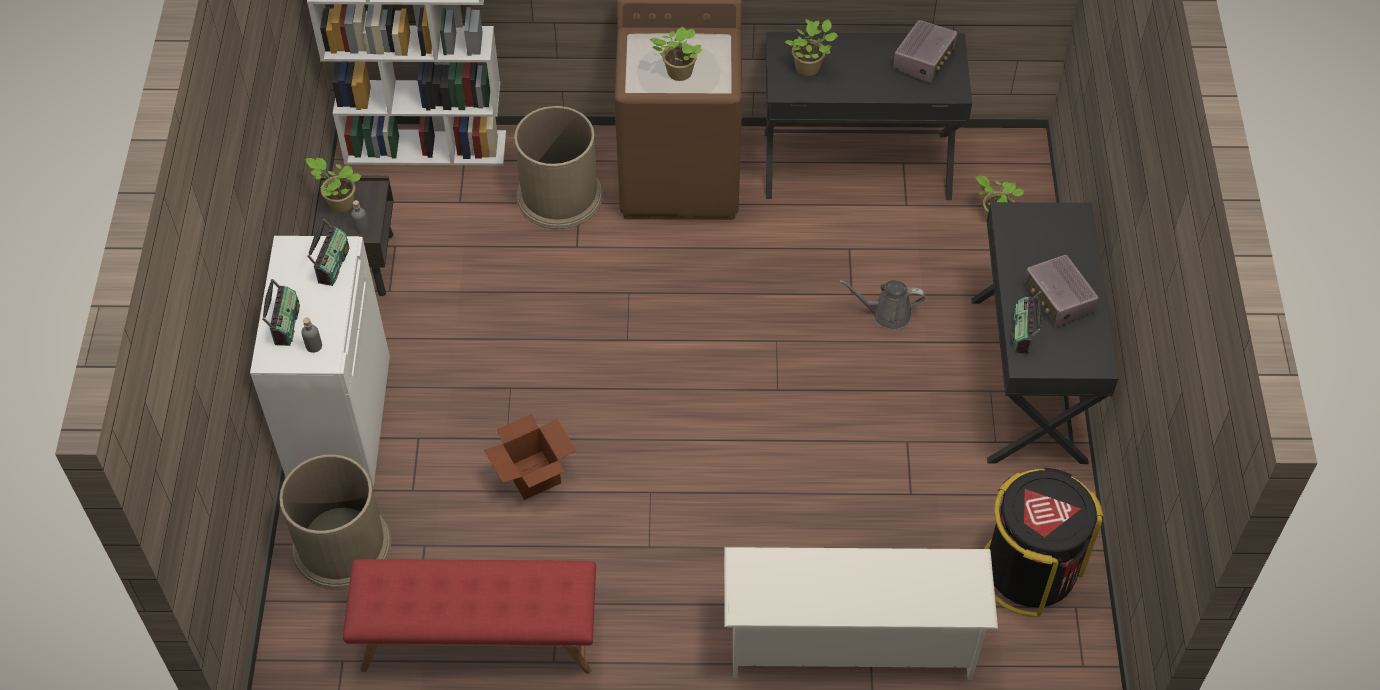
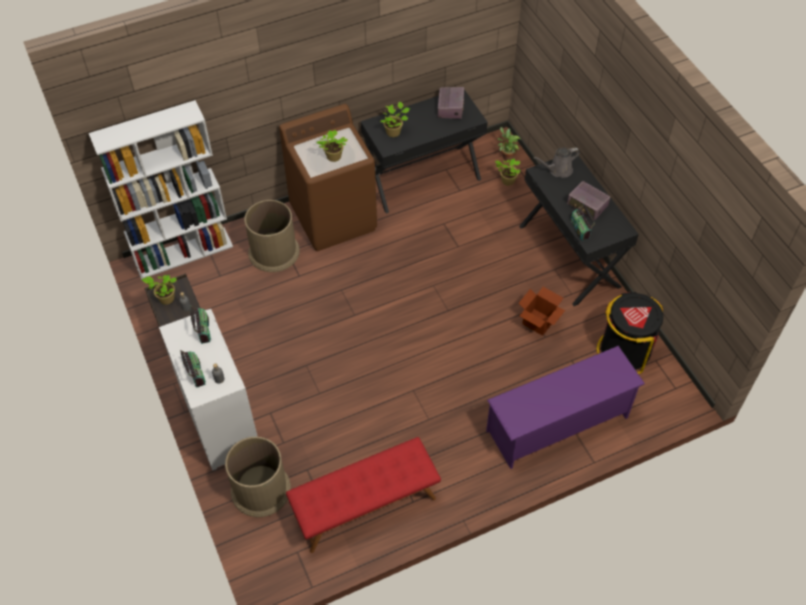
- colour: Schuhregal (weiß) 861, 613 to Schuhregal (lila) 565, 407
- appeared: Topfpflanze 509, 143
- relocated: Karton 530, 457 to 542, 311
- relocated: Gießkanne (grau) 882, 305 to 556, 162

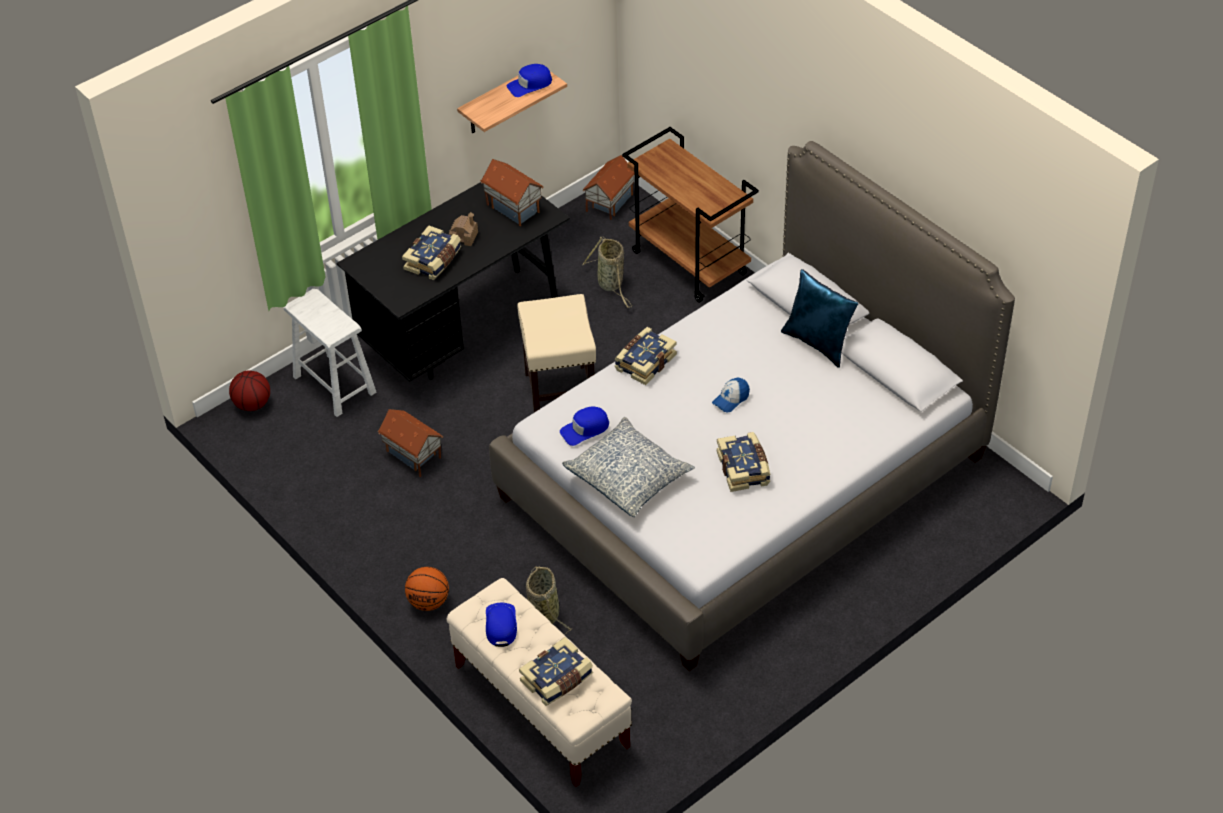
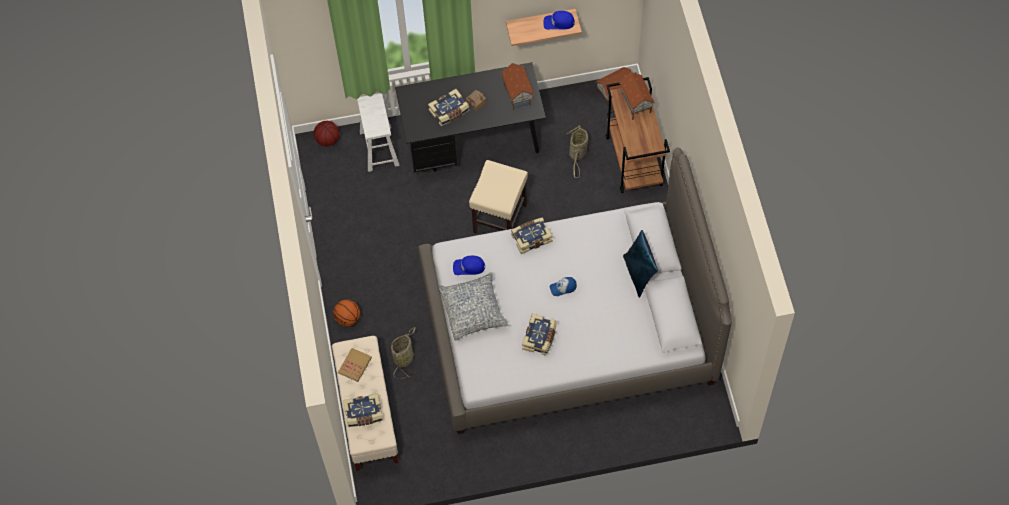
- exchanged: Kappe (blau) 501, 624 to Buch 355, 365
- relocated: Spielzeughaus 410, 443 to 637, 96

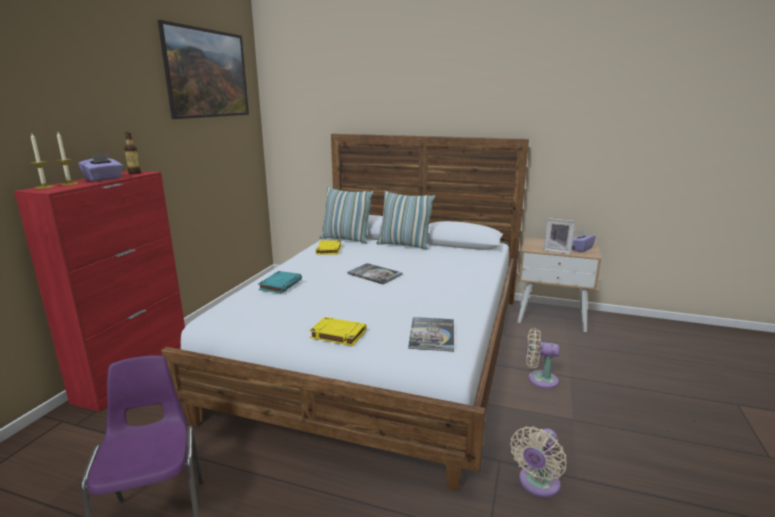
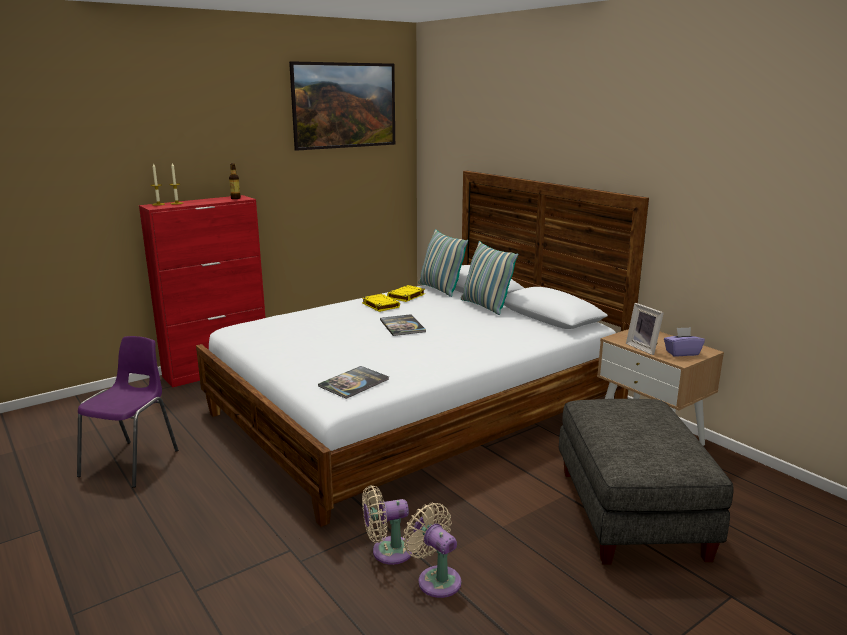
- relocated: Buch (gelb) 338, 331 to 381, 303
- relocated: Ventilator (beige) 543, 358 to 432, 550
- appeared: Polsterhocker (grau) 646, 482
- missing: Taschentuchbox (lila) 100, 167
- missing: Buch (türkis) 280, 282

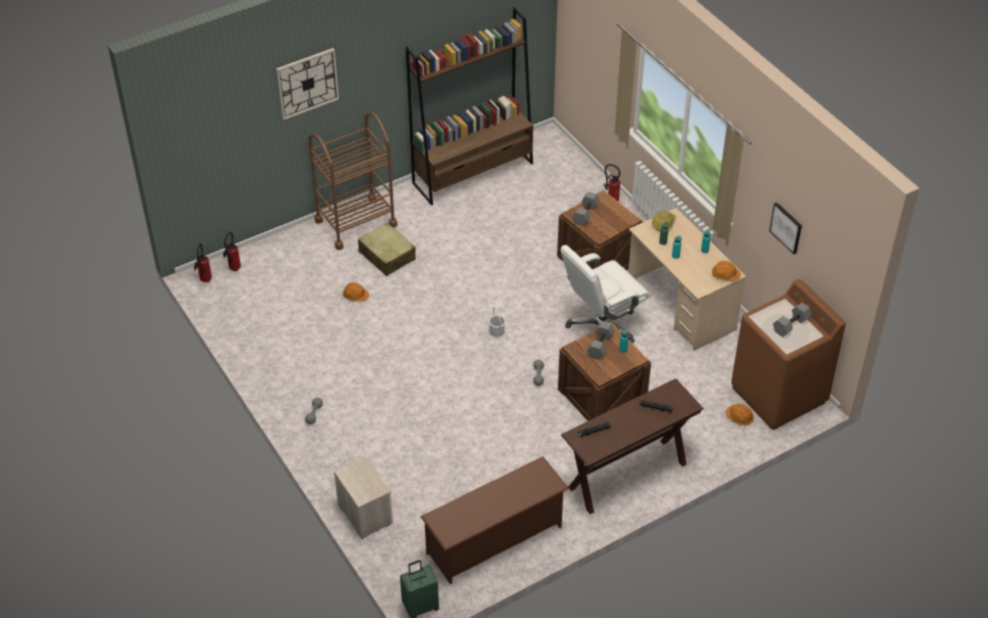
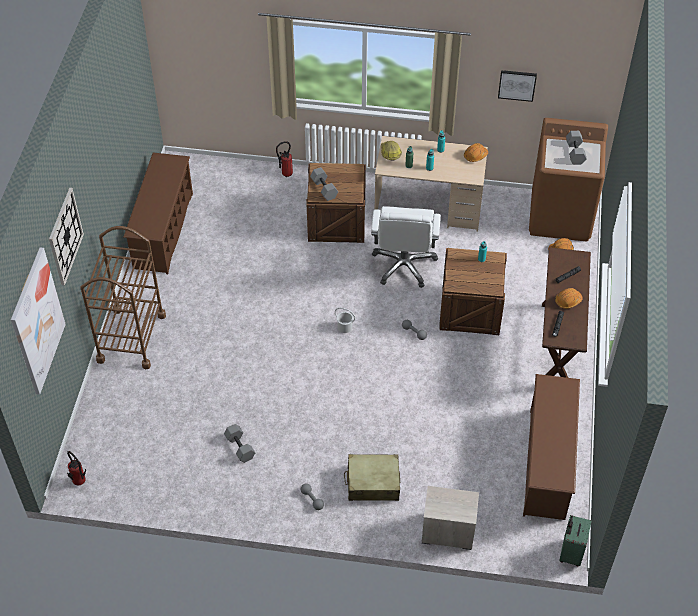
- appeared: Bild 38, 321
- exchanged: Bücherregal (braun) 469, 106 to Schuhregal (braun) 158, 213
- relocated: Hantel (grau) 601, 340 to 239, 443
- relocated: Koffer (beige) 387, 249 to 372, 477
- relocated: Schutzhelm (orange) 356, 292 to 569, 298
- missing: Feuerlöscher 232, 251

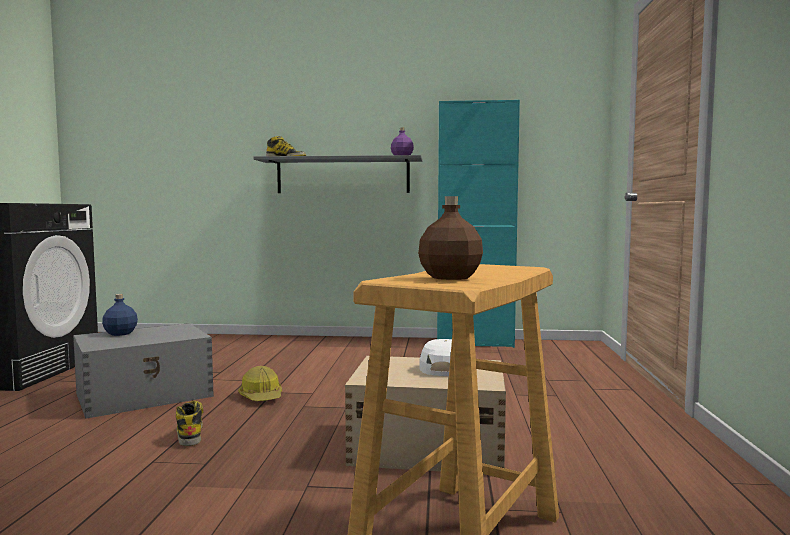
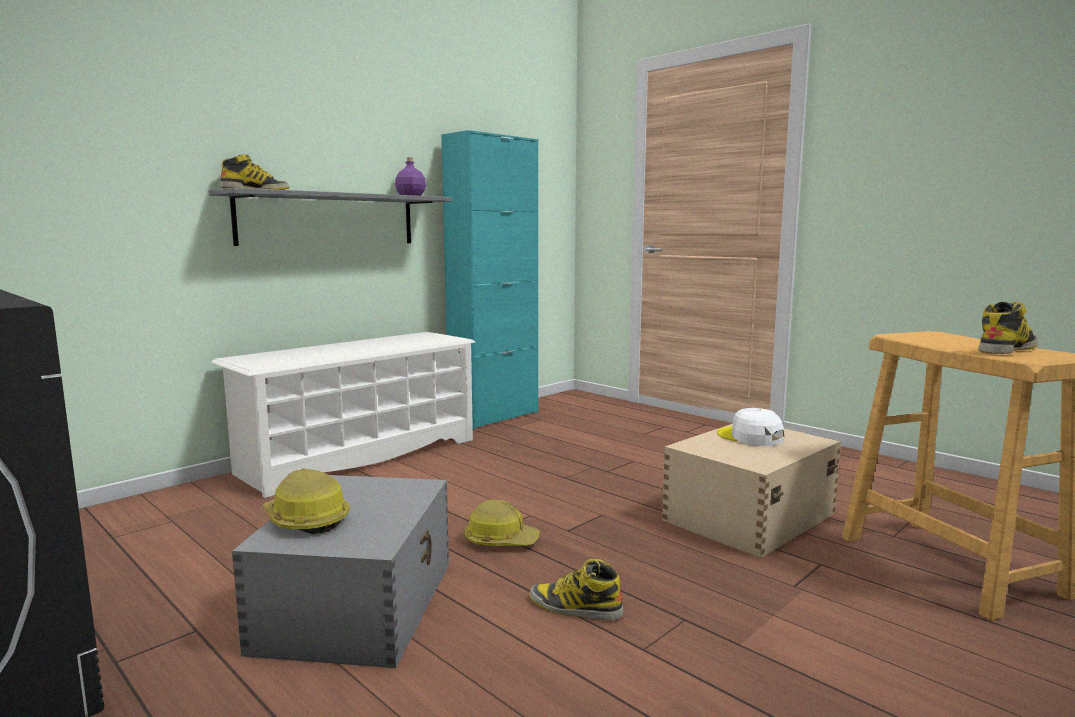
- appeared: Schuhregal (weiß) 343, 415
- exchanged: Flasche (blau) 120, 315 to Schutzhelm 306, 501
- exchanged: Flasche (braun) 450, 238 to Stiefel 1008, 328

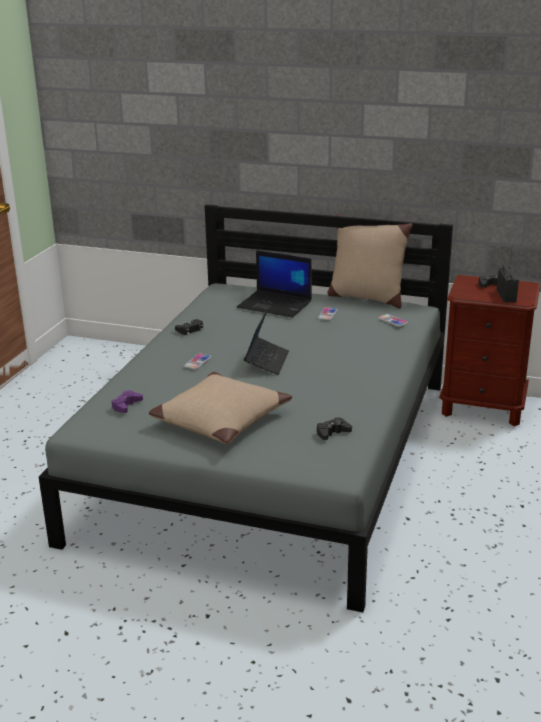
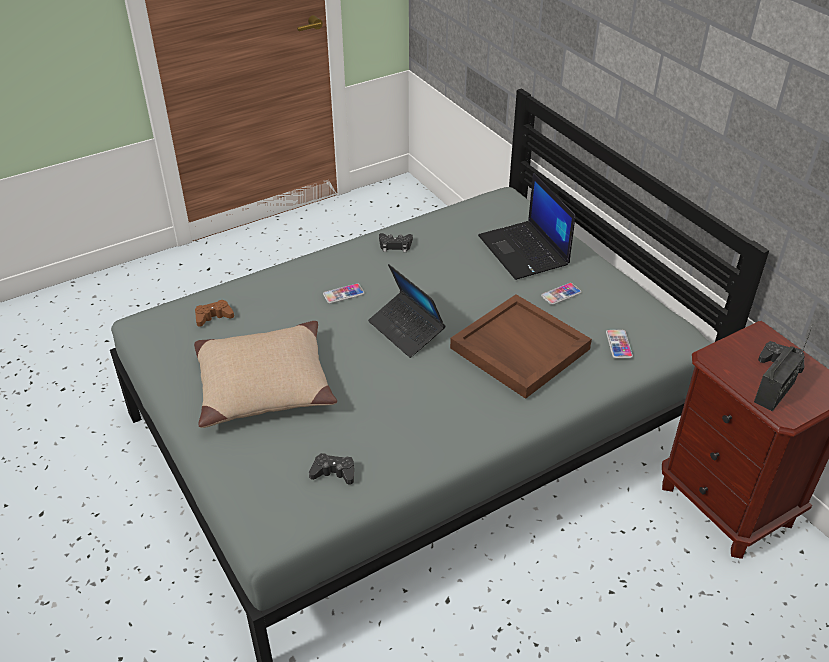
- colour: Gamepad (lila) 127, 401 to Gamepad (braun) 214, 313
- spun: Laptop 266, 341 = 406, 311 90 degrees clockwise
- appeared: Tablett (braun) 521, 346
- missing: Kissen (beige) 370, 261

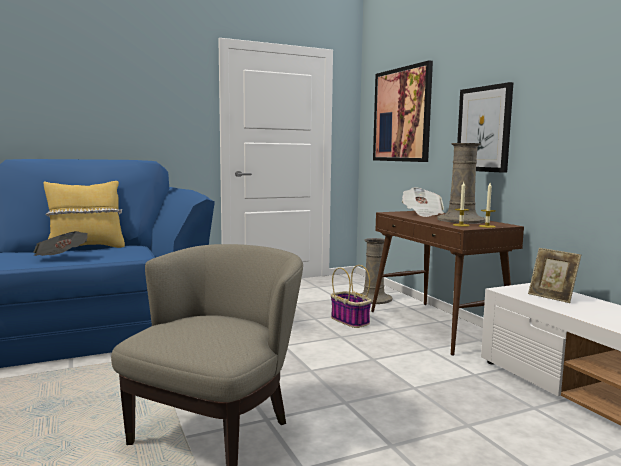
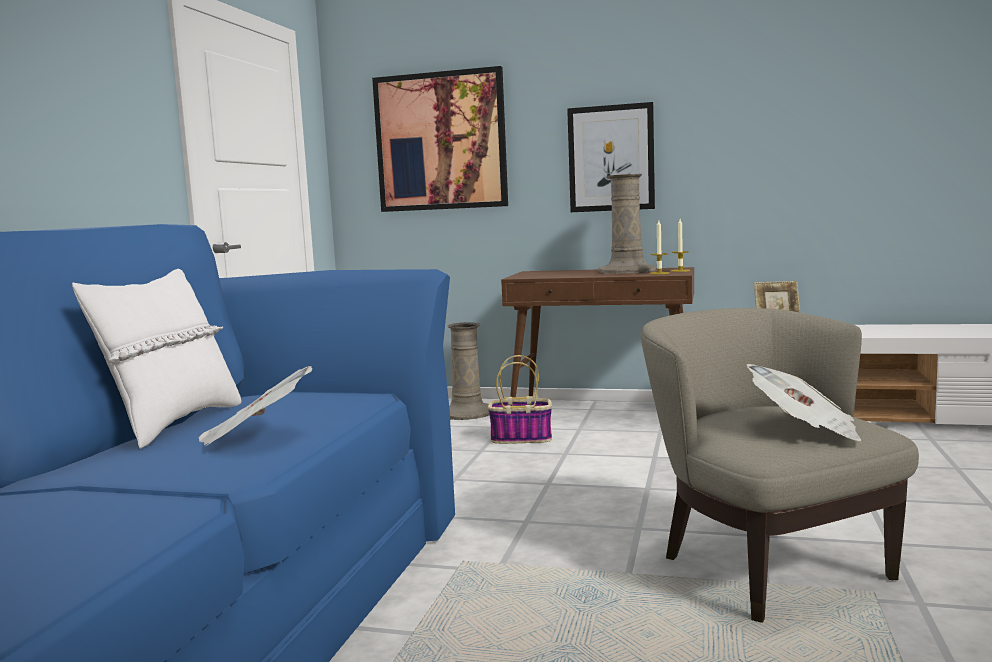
- colour: Kissen (gelb) 84, 214 to Kissen (weiß) 156, 359
- relocated: Zeitung 423, 202 to 803, 402

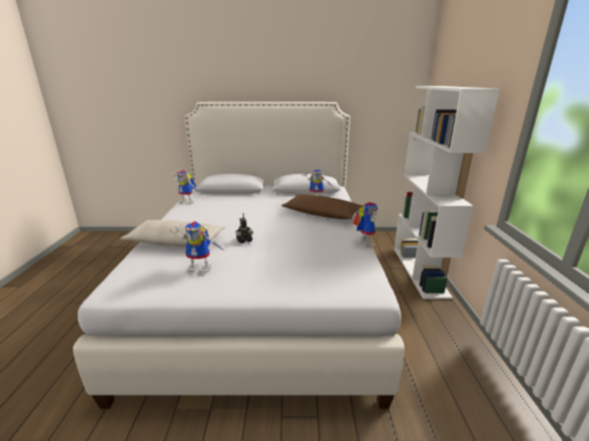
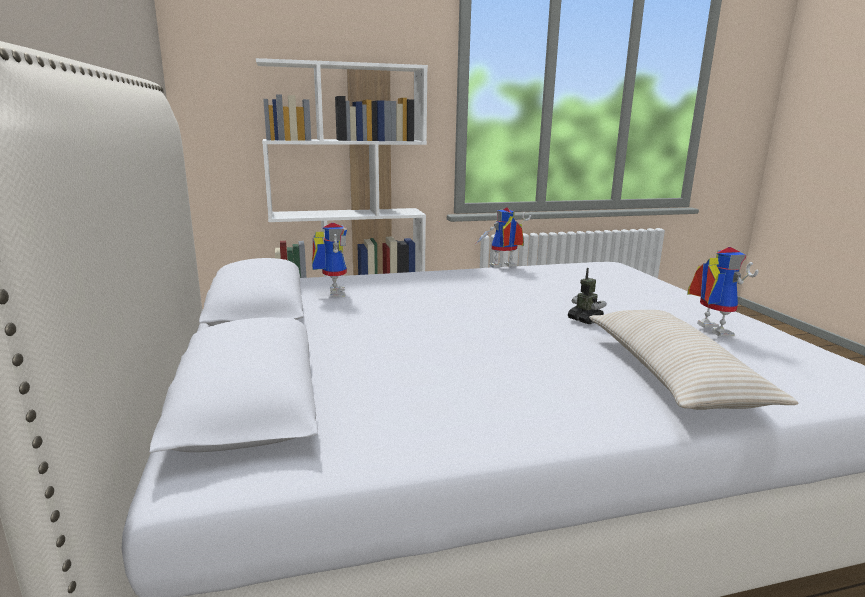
- missing: Spielzeugroboter 184, 187
- missing: Kissen (braun) 322, 206

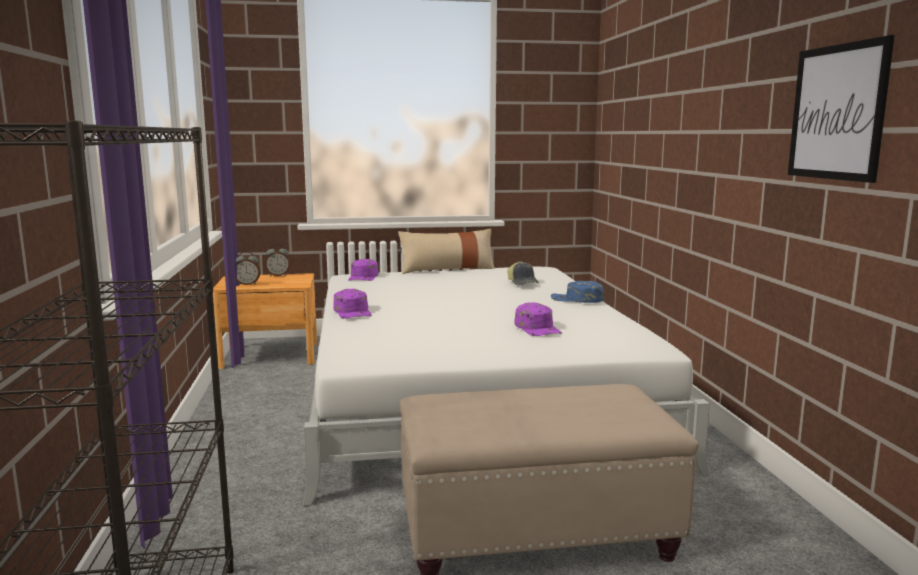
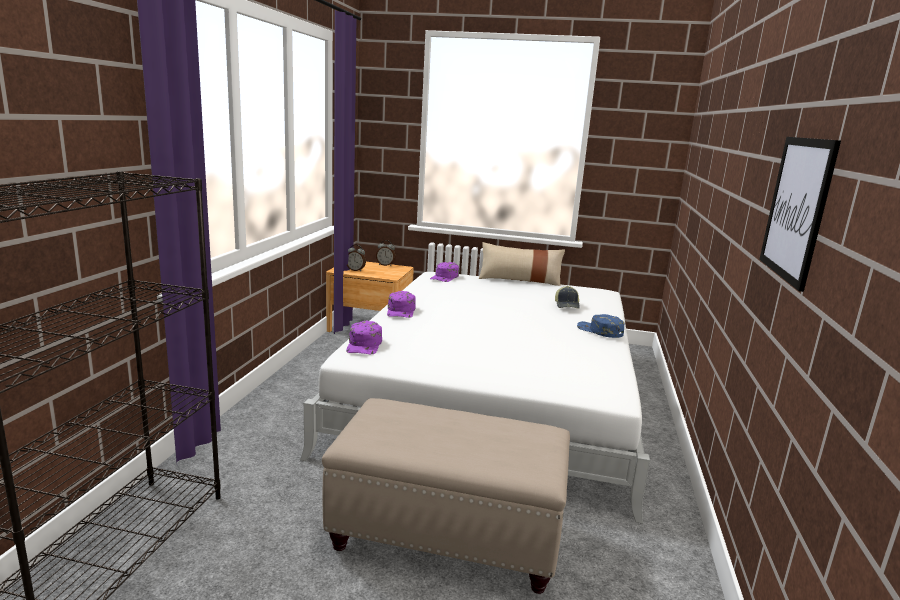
- relocated: Kappe (lila) 538, 319 to 364, 337

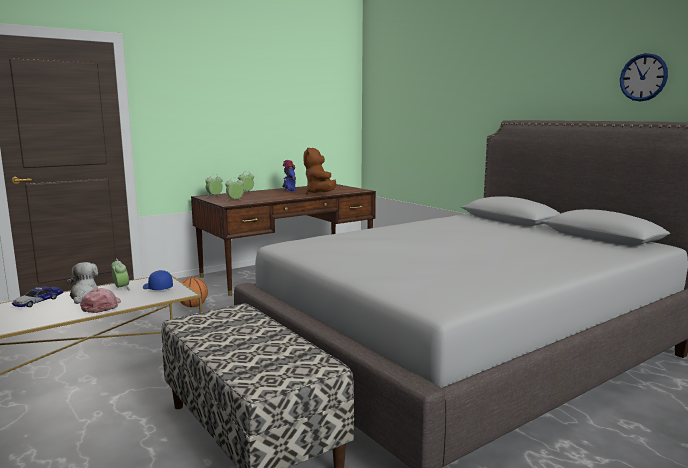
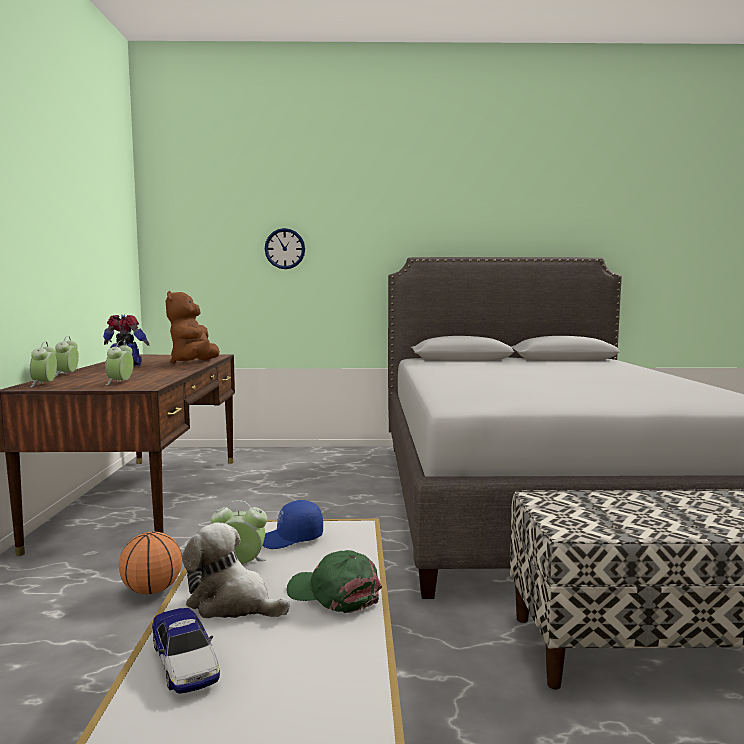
- spun: Plüschtier (braun) 319, 171 = 192, 327 60 degrees clockwise
- relocated: Wanduhr 644, 77 to 285, 248
- colour: Kappe (rosa) 100, 300 to Kappe (grün) 334, 581

